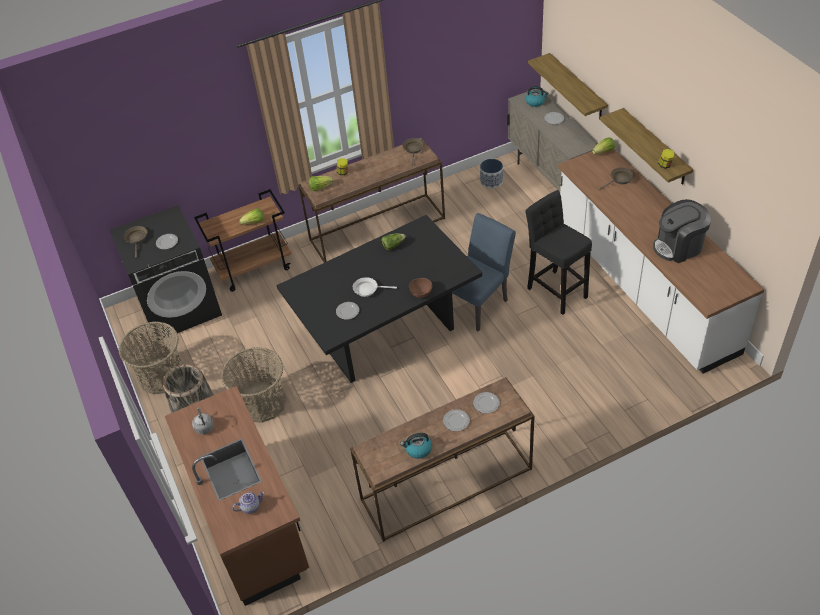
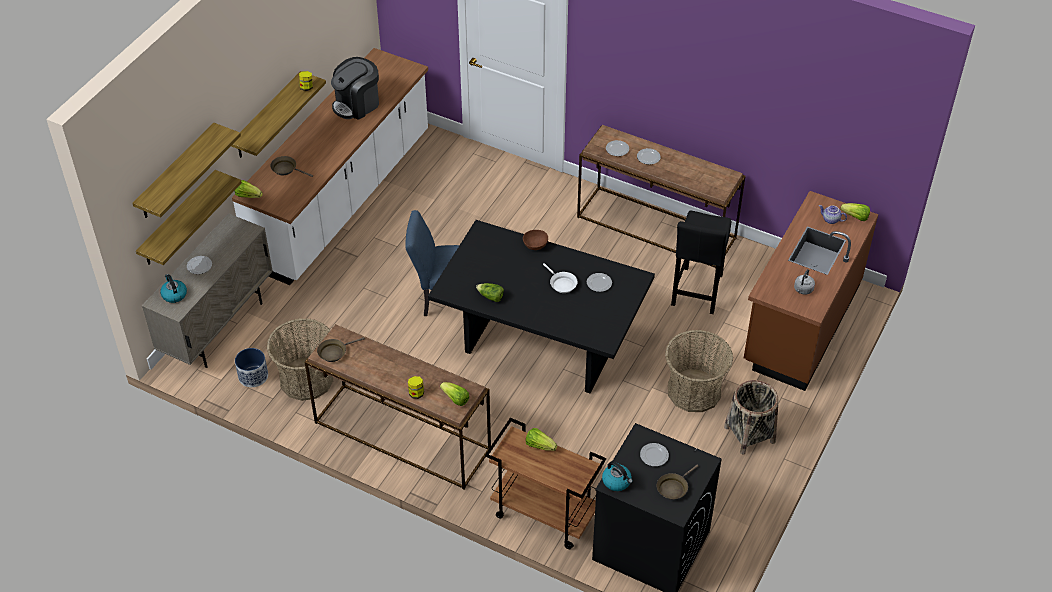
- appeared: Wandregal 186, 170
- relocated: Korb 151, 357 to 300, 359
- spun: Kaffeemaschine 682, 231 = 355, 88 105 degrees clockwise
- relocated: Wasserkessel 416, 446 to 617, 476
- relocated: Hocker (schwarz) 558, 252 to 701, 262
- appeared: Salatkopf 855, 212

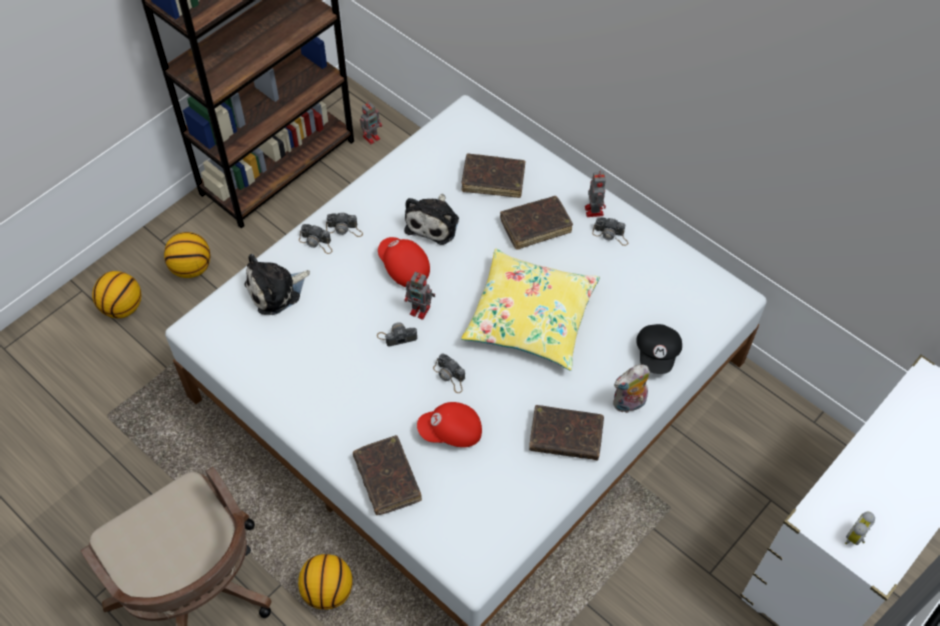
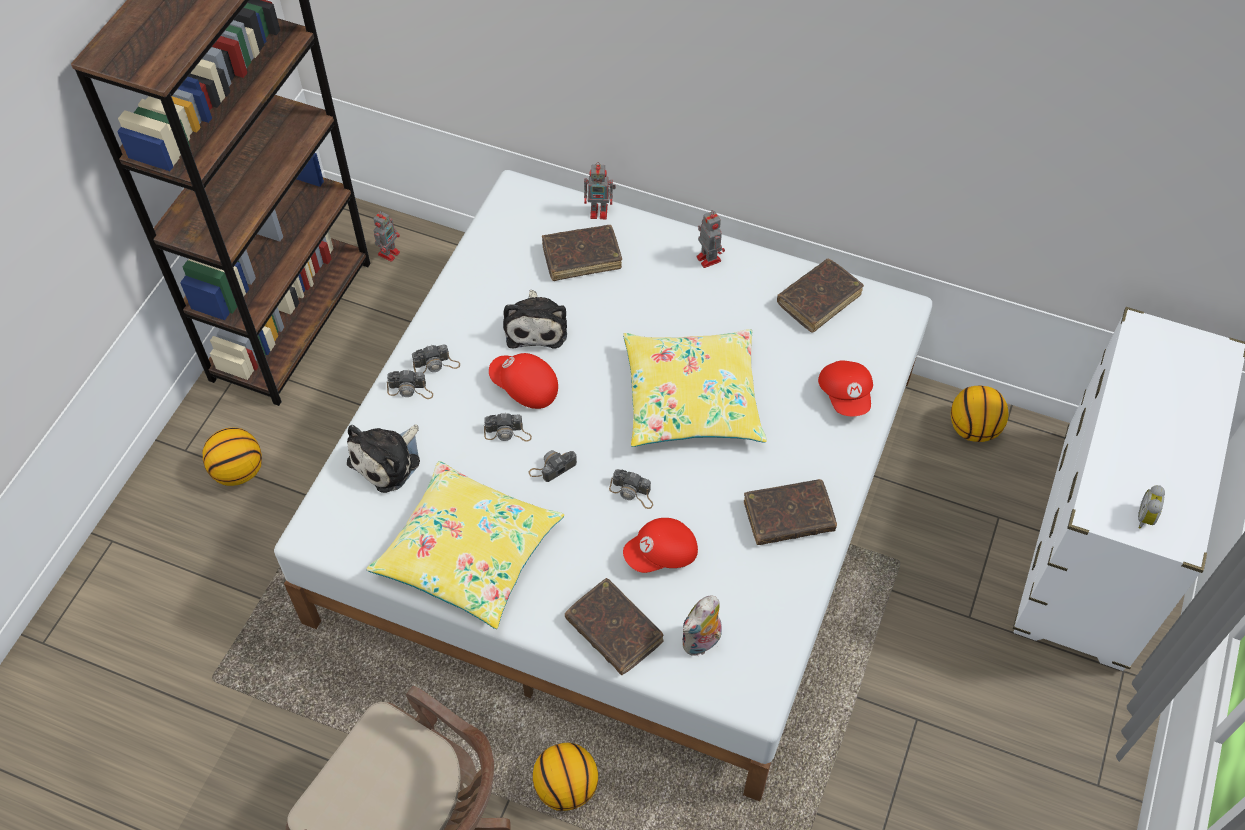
- appeared: Kissen (gelb) 465, 545
- relocated: Kamera 610, 231 to 508, 427
- relocated: Spielzeugroboter 419, 296 to 600, 190
- relocated: Plüschtier 631, 389 to 702, 625
- relocated: Buch (braun) 536, 223 to 820, 296
- colour: Kappe (schwarz) 659, 349 to Kappe (rot) 845, 388
- relocated: Basketball 116, 294 to 979, 414

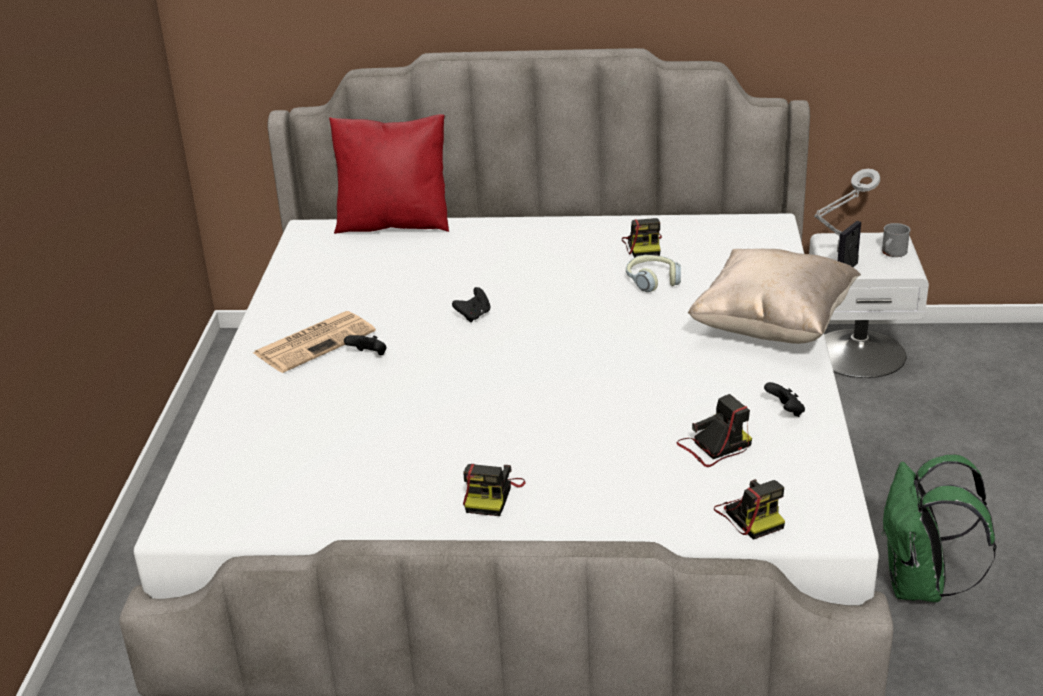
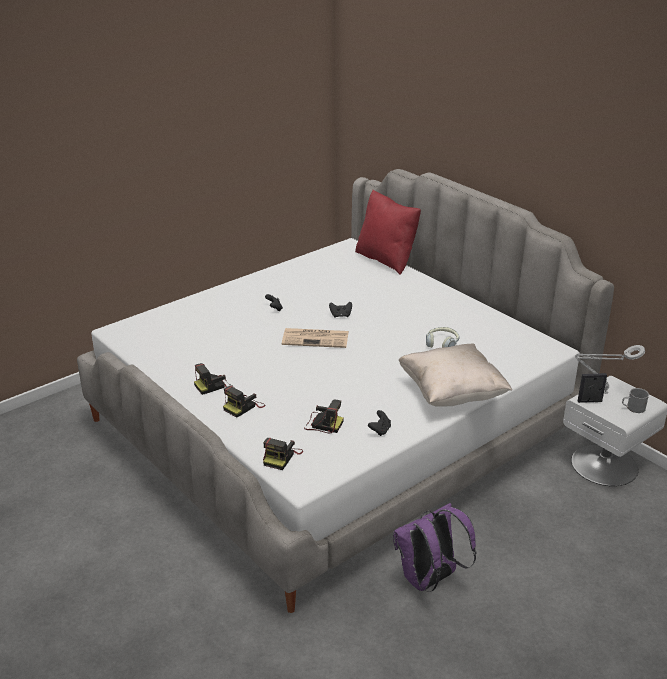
- relocated: Kamera 642, 238 to 244, 402
- relocated: Zeitung 314, 342 to 315, 338
- colour: Rucksack (grün) 939, 528 to Rucksack (lila) 434, 547

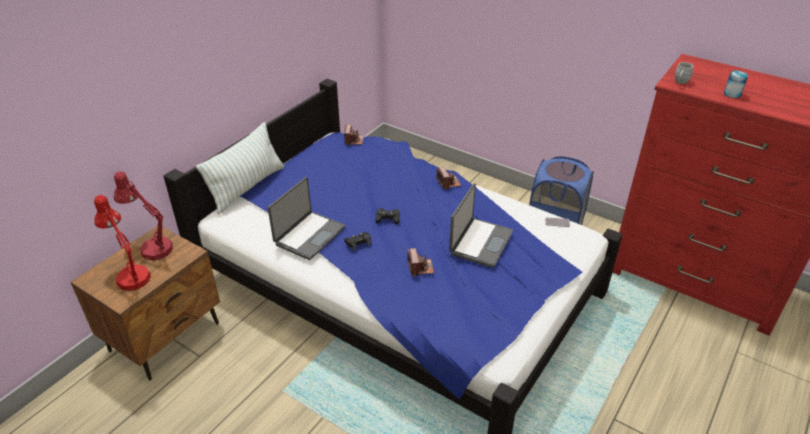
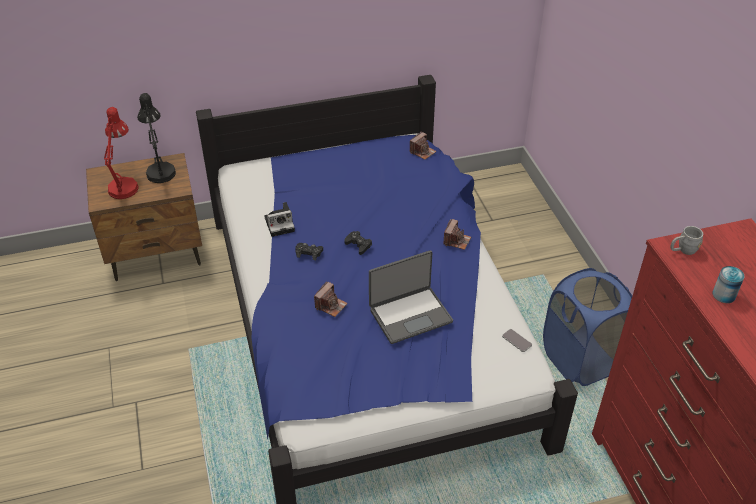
- colour: Tischlampe (rot) 143, 216 to Tischlampe (schwarz) 156, 138
- exchanged: Laptop 306, 218 to Kamera 279, 219
- missing: Kissen 240, 168

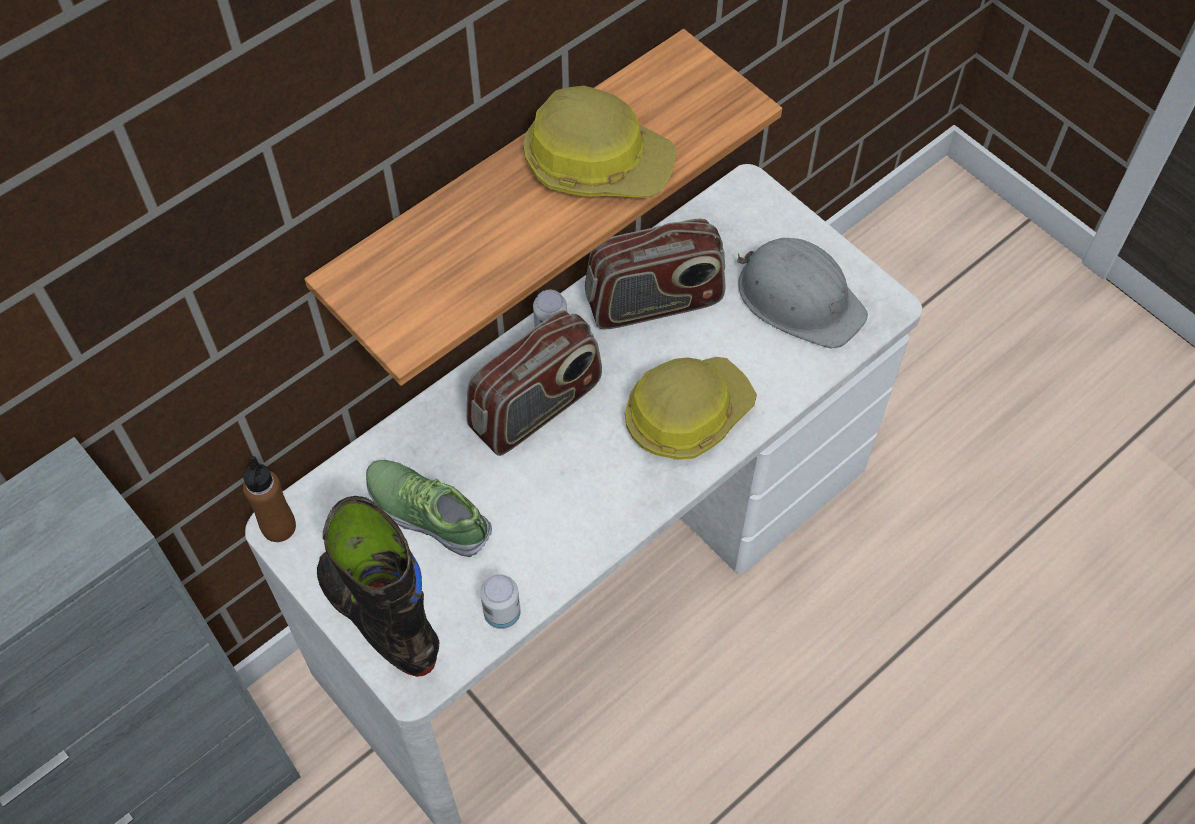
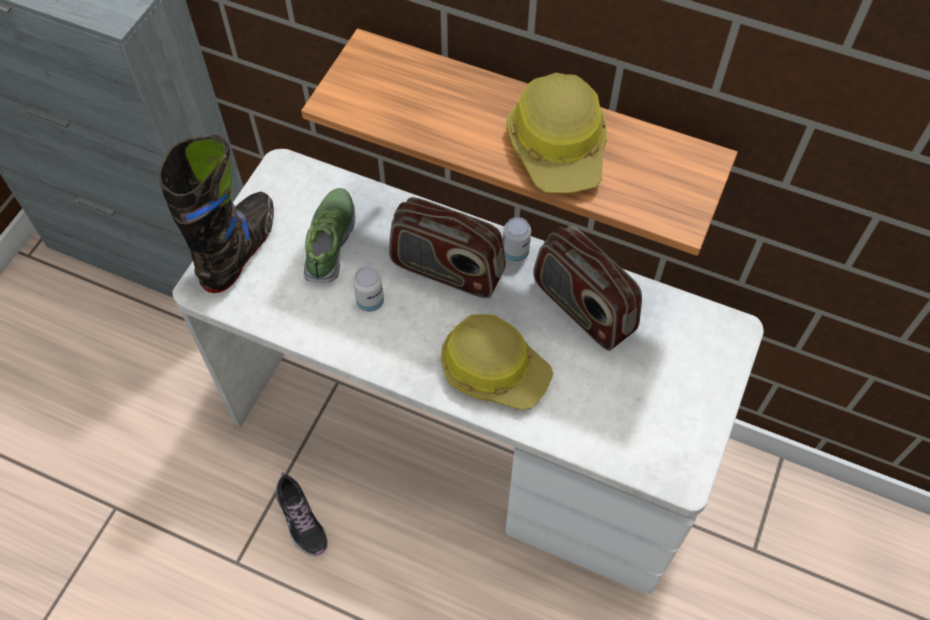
- appeared: Schuh 302, 514
- relocated: Dose 500, 601 to 368, 289
- missing: Flasche (braun) 269, 499
- missing: Schutzhelm (grau) 802, 293

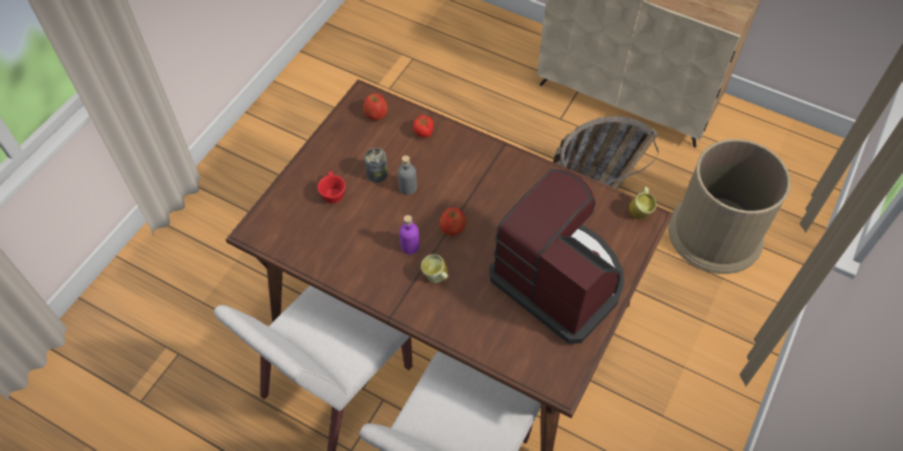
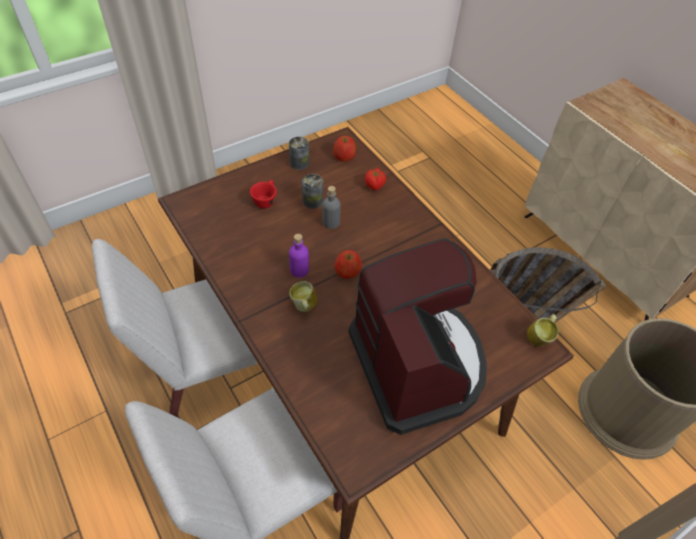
- appeared: Dose 299, 153

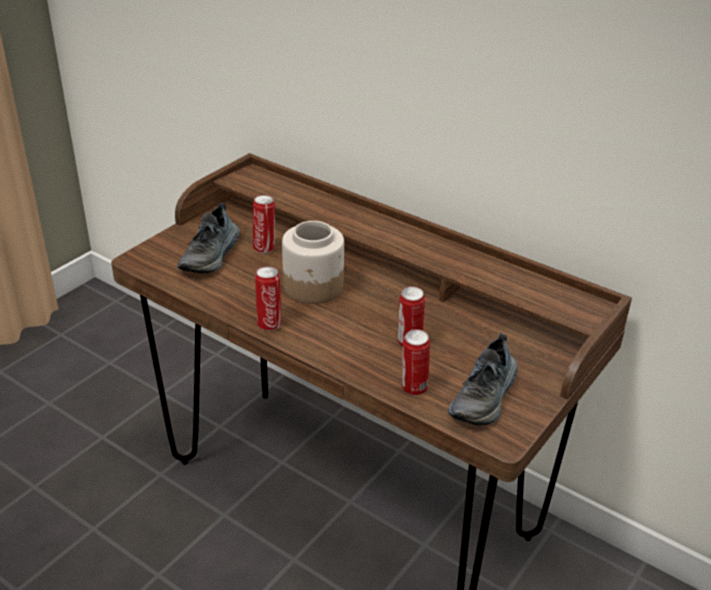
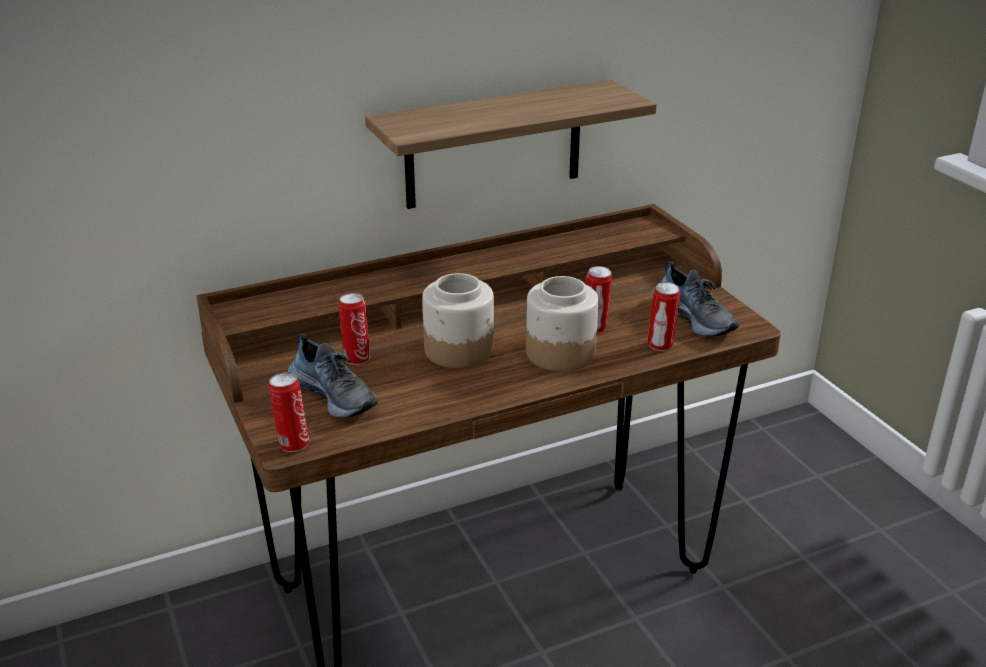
- relocated: Dose 268, 298 to 288, 412
- appeared: Wandregal 511, 144
- appeared: Vorratsglas 562, 324

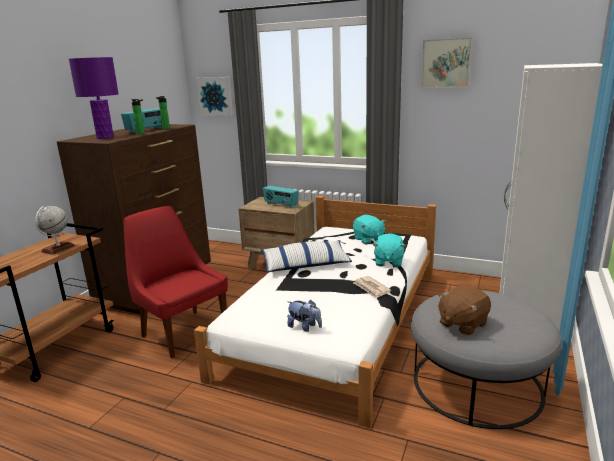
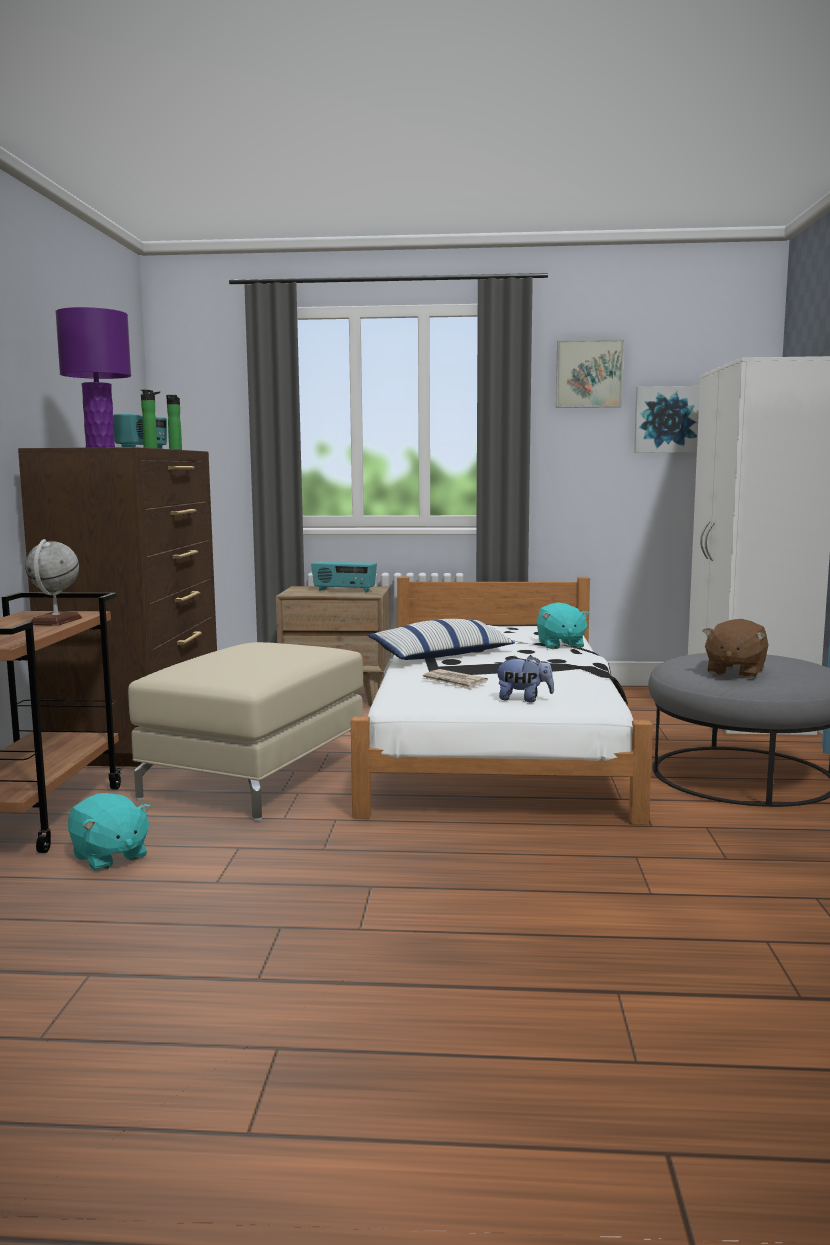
- relocated: Plüschtier (türkis) 369, 230 to 109, 832
- exchanged: Stuhl (rot) 176, 282 to Polsterhocker (beige) 245, 732
- relocated: Zeitung 372, 287 to 455, 679
- relocated: Bild 214, 96 to 667, 419

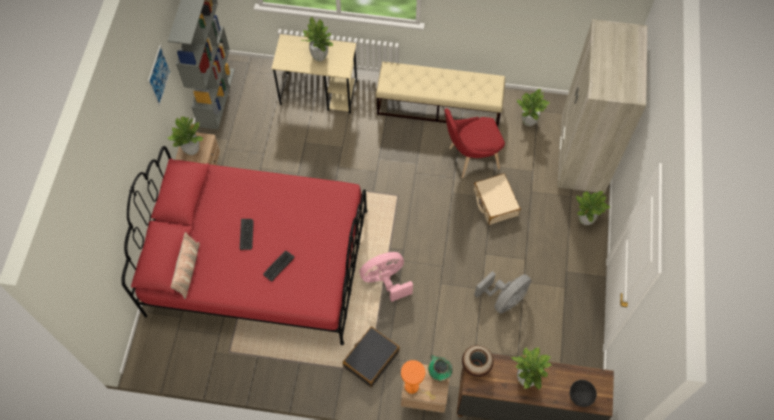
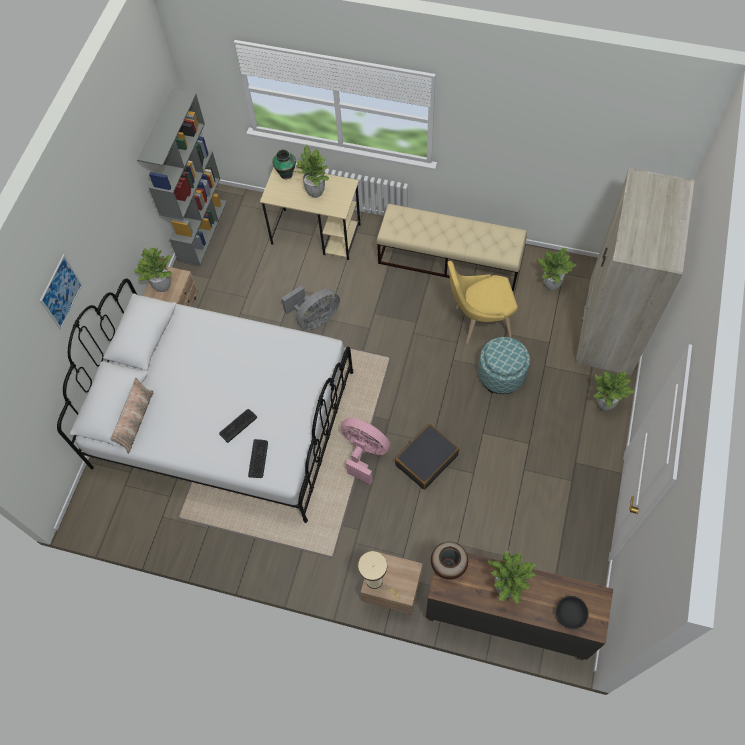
- relocated: Bild 159, 76 to 61, 292
- colour: Bett (rot) 244, 245 to Bett (weiß) 205, 401
- relocated: Tastatur 247, 234 to 258, 458
- relocated: Vase 440, 368 to 284, 164
- relocated: Ventilator (grau) 503, 292 to 310, 307
- spun: Ventilator (rosa) 386, 277 = 365, 451 45 degrees clockwise
- colour: Tischlampe (orange) 418, 380 to Tischlampe (beige) 379, 575
- relocated: Koffer (schwarz) 371, 357 to 427, 457
- colour: Stuhl (rot) 474, 143 to Stuhl (gelb) 483, 302
- exchanged: Koffer (beige) 497, 199 to Polsterhocker 504, 365

